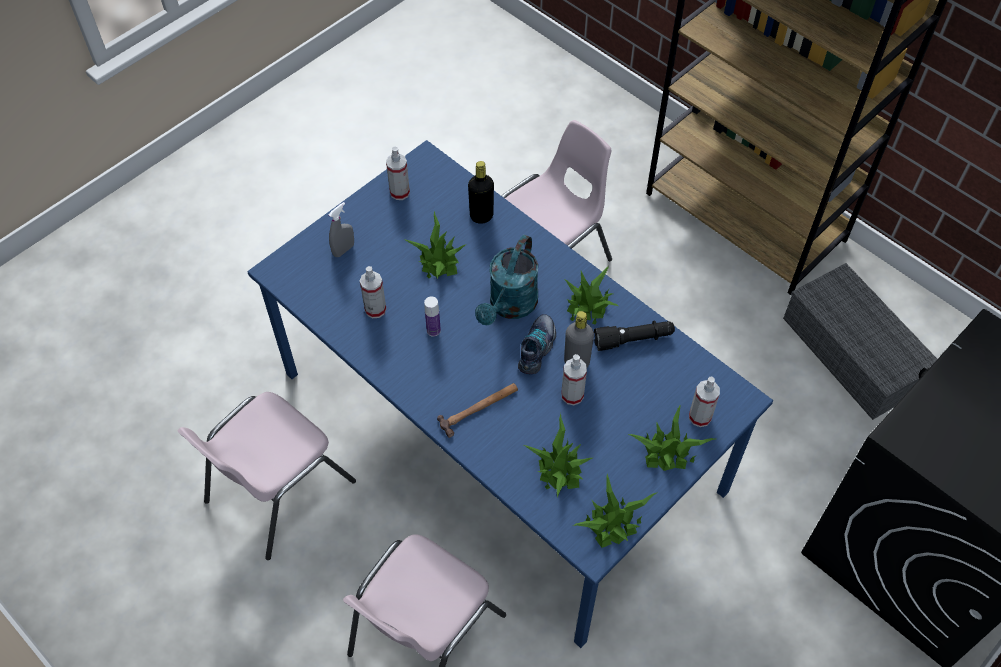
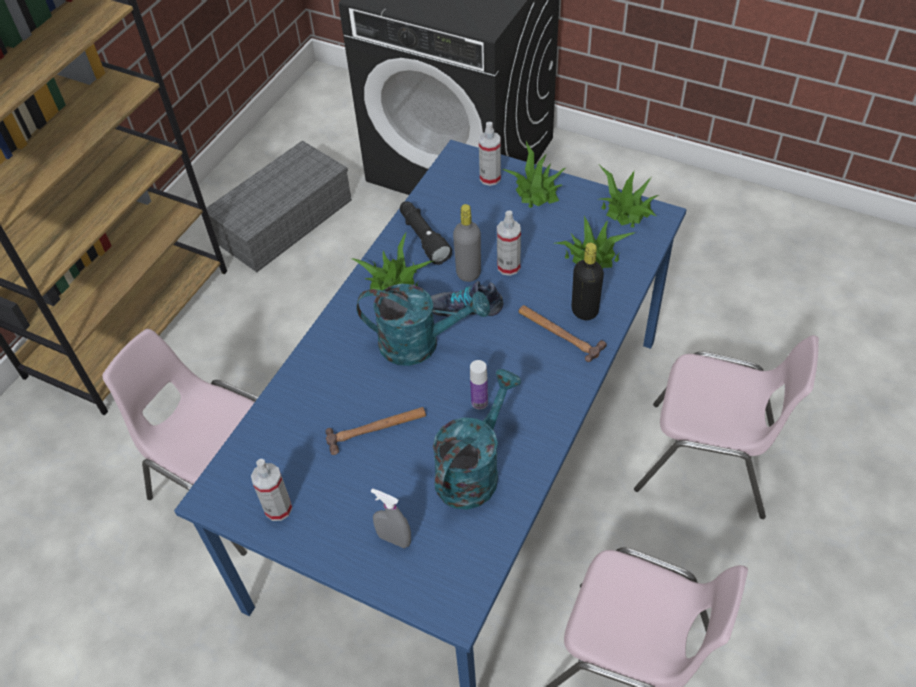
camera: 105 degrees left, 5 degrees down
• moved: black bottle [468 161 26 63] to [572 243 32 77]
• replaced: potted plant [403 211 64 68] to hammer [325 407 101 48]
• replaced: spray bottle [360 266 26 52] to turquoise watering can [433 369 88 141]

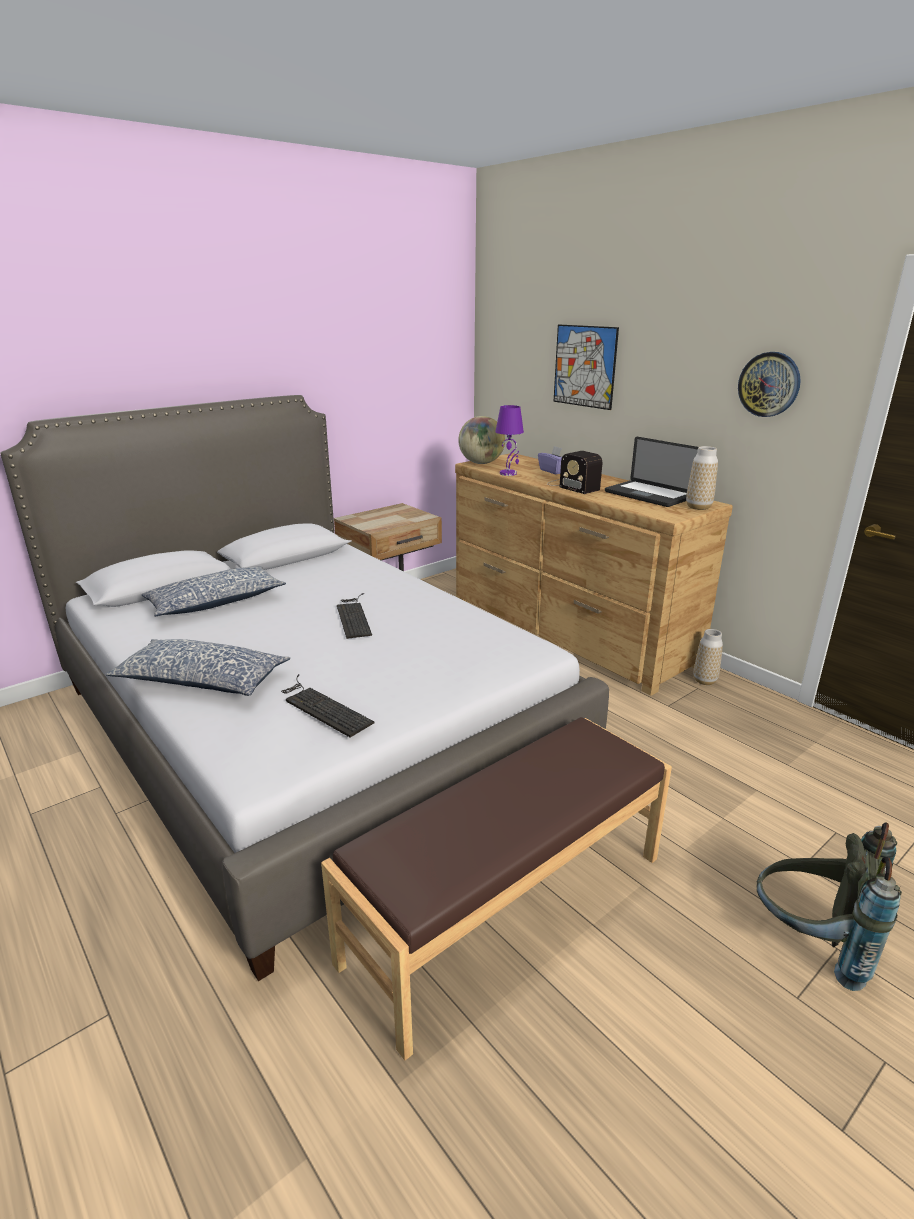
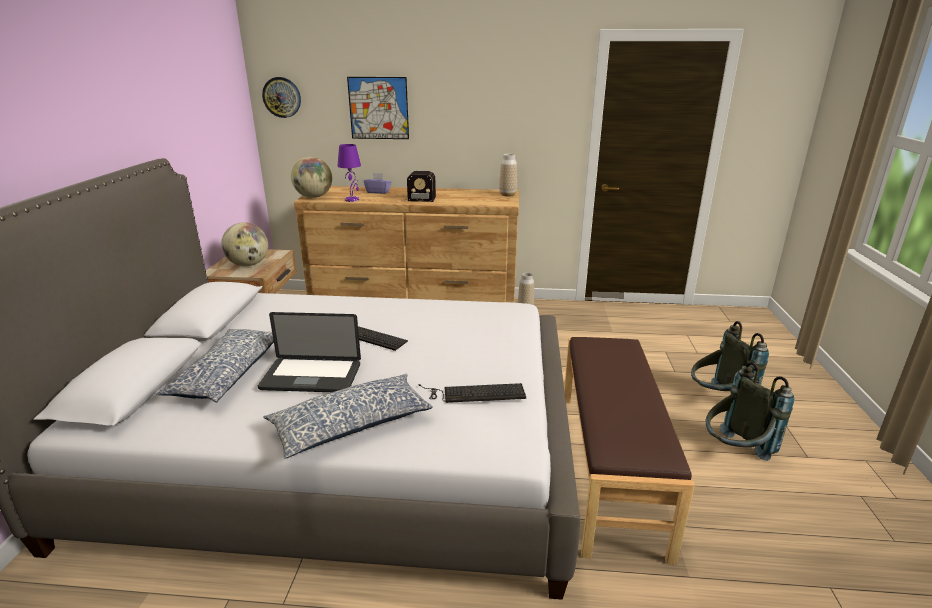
camera: 45 degrees left, 0 degrees up
• moved: wall clock [738 352 63 65] to [262 77 39 41]
• moved: laptop [605 437 93 70] to [258 312 103 80]
• added: globe [221 222 47 44]
• added: grey backpack [706 362 89 99]

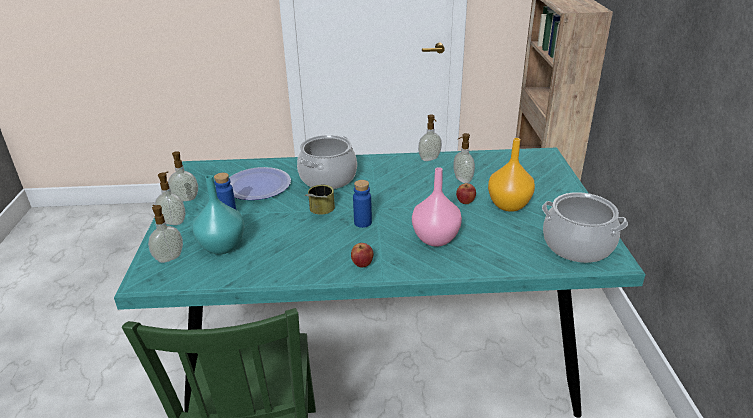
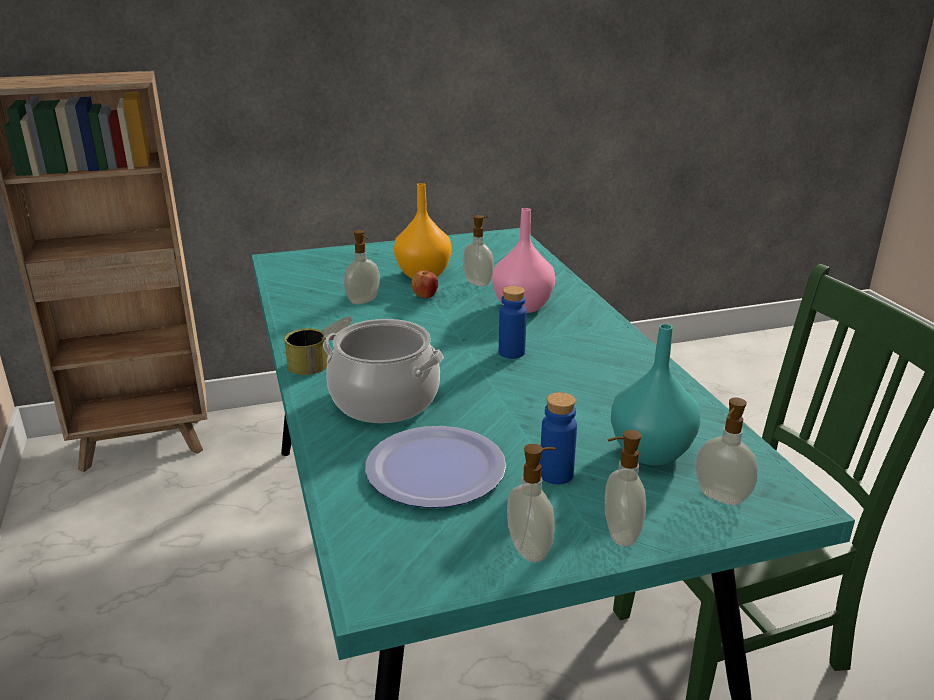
camera: 105 degrees left, 5 degrees down
• moved: soap dispenser [418 115 24 46] to [463 215 31 72]
• moved: can [305 185 30 30] to [284 317 68 58]
• removed: cooking pot [542 192 86 71]
• removed: apple [351 243 22 25]

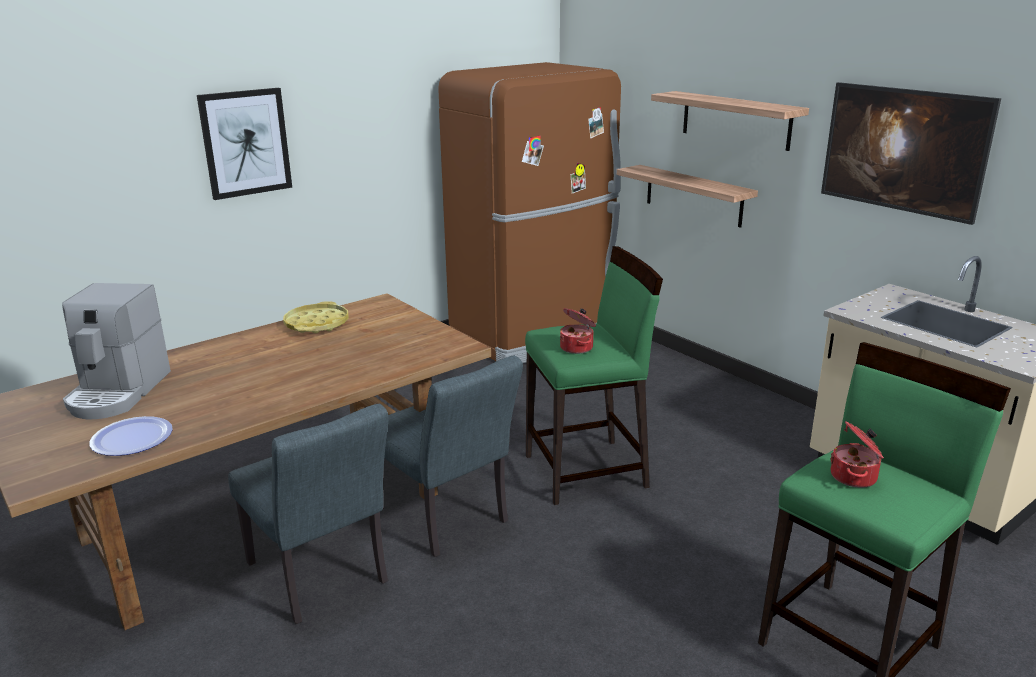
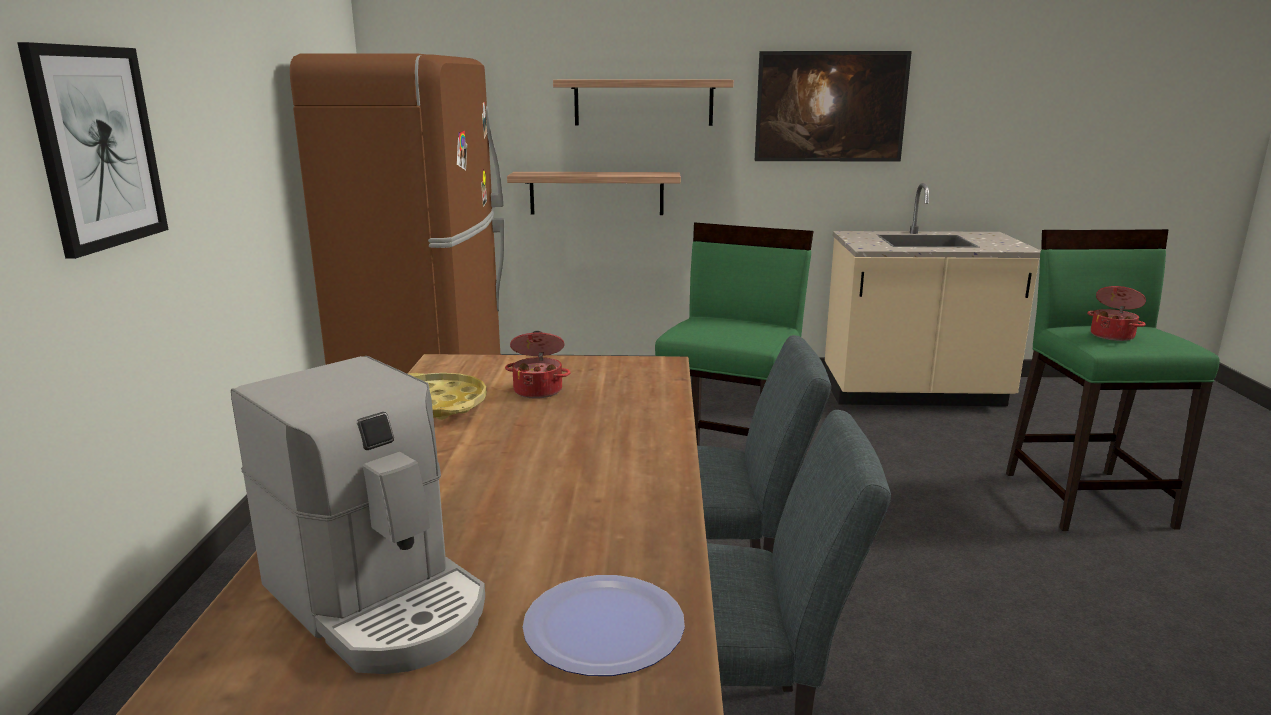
camera: 50 degrees left, 5 degrees down
• moved: cooking pot [560 308 36 46] to [505 331 66 68]

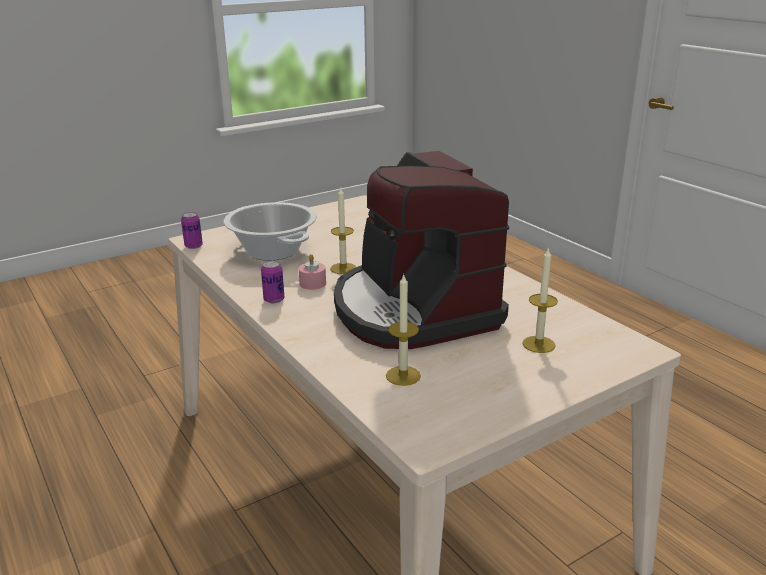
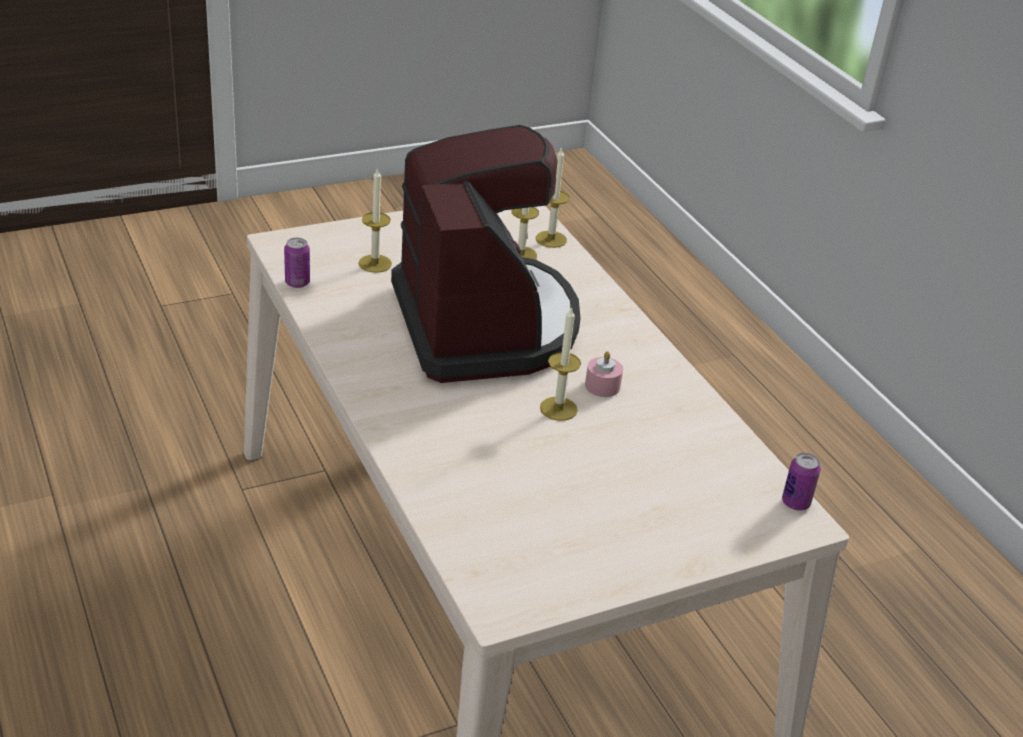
camera: 175 degrees left, 10 degrees up
• removed: cooking pot [223 202 94 59]
• moved: can [261 260 23 43] to [284 238 26 50]
• added: candle [536 147 33 101]

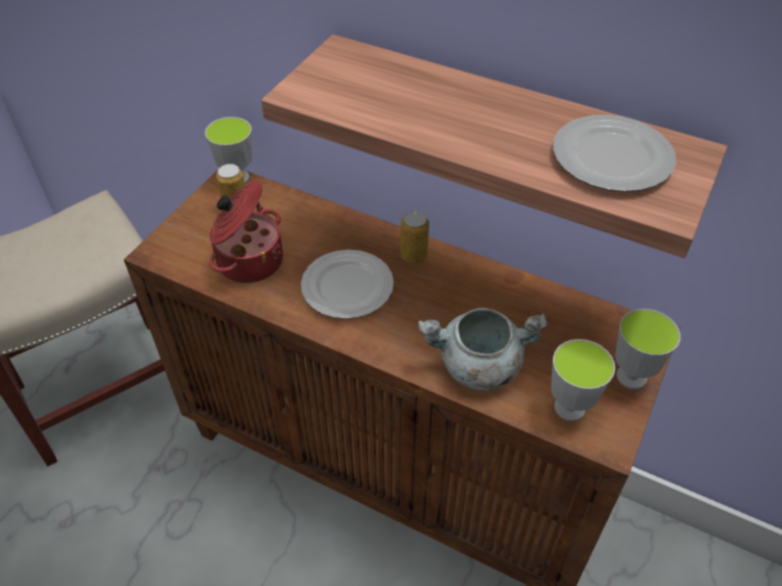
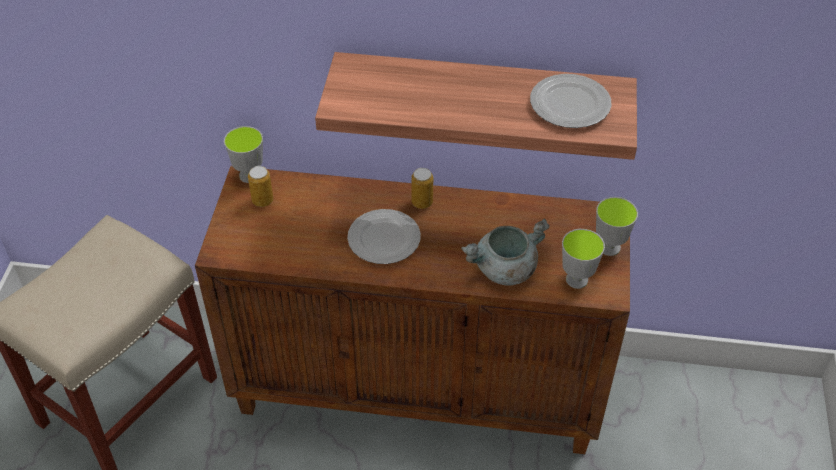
camera: 20 degrees left, 0 degrees up
• removed: cooking pot [209 181 74 102]

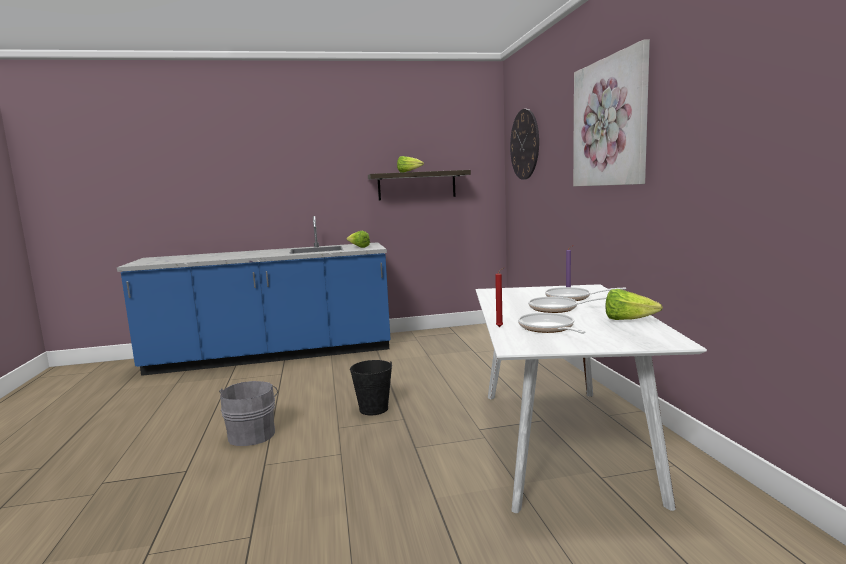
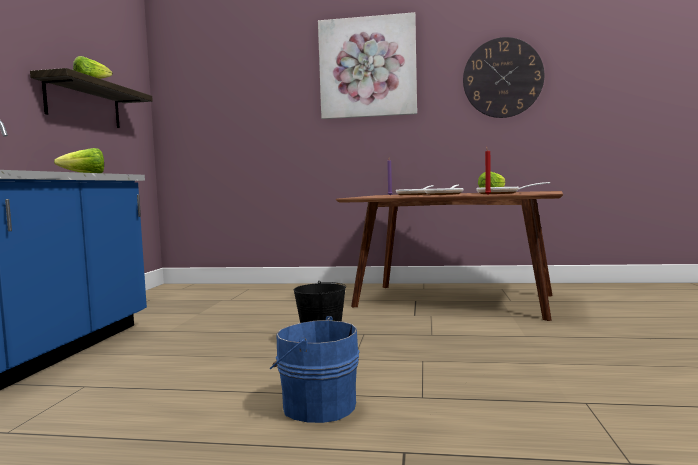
camera: 70 degrees left, 5 degrees down
• moved: wall clock [510 109 29 71] to [463 37 81 81]
• recoloured: white dining table [476 284 231 229] to brown dining table [336 191 227 130]
• recoloured: grey bucket [219 381 59 65] to blue bucket [270 316 89 107]

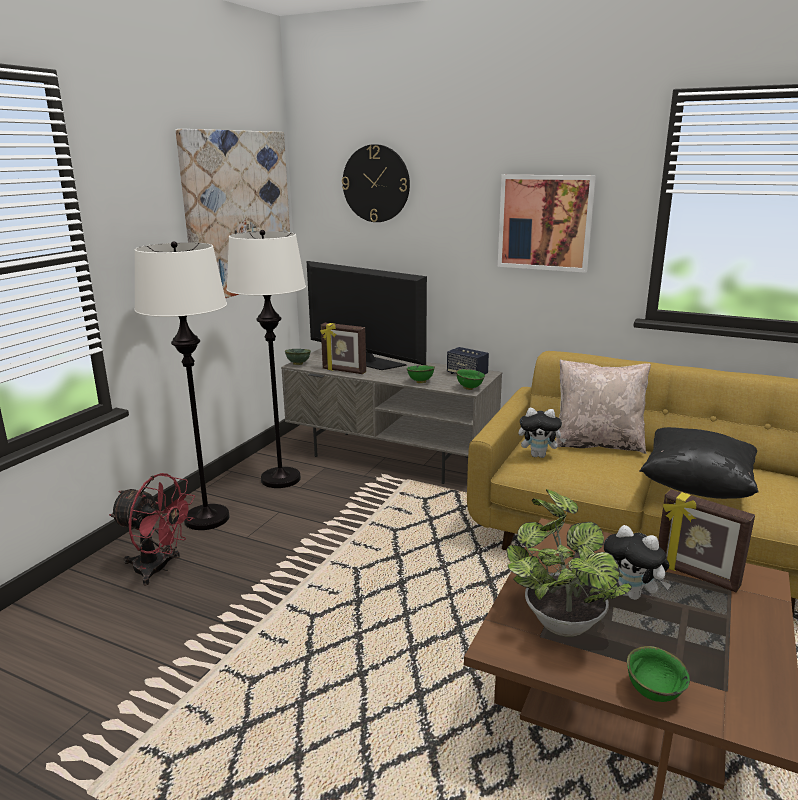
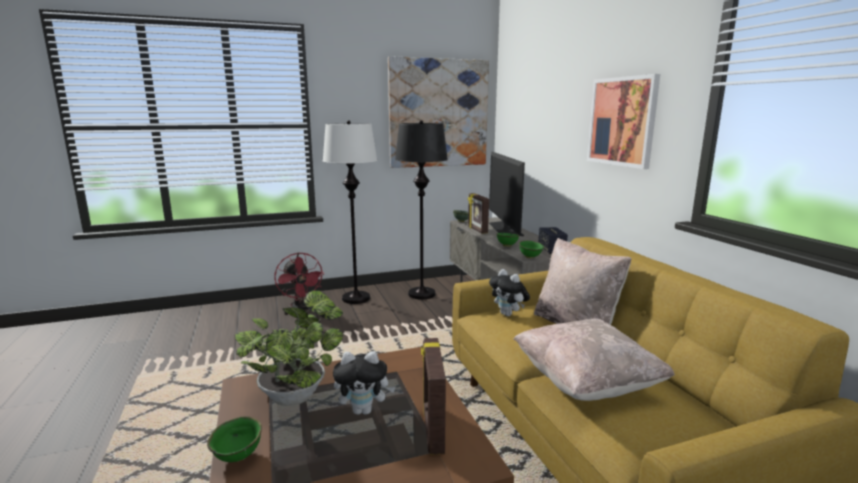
camera: 45 degrees right, 5 degrees down
• removed: wall clock [342 144 68 78]
• recoloured: white floor lamp [226 230 80 258] to black floor lamp [395 120 53 180]
• recoloured: black pillow [639 427 120 72] to beige pillow [514 318 161 83]
• turned: plush toy [604 525 67 75] = [333 351 63 64] 90 degrees counterclockwise

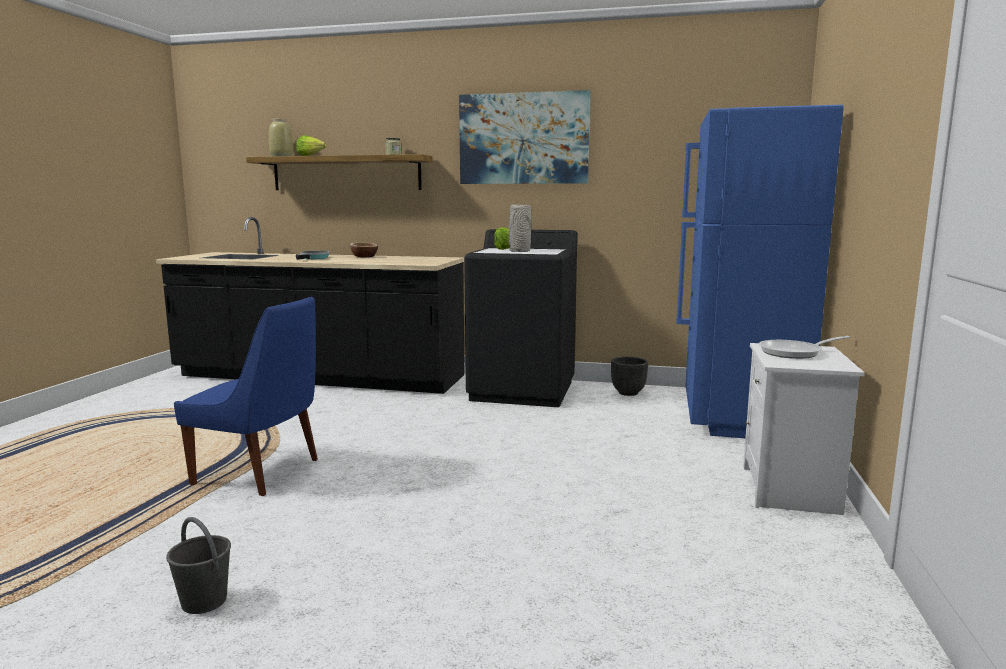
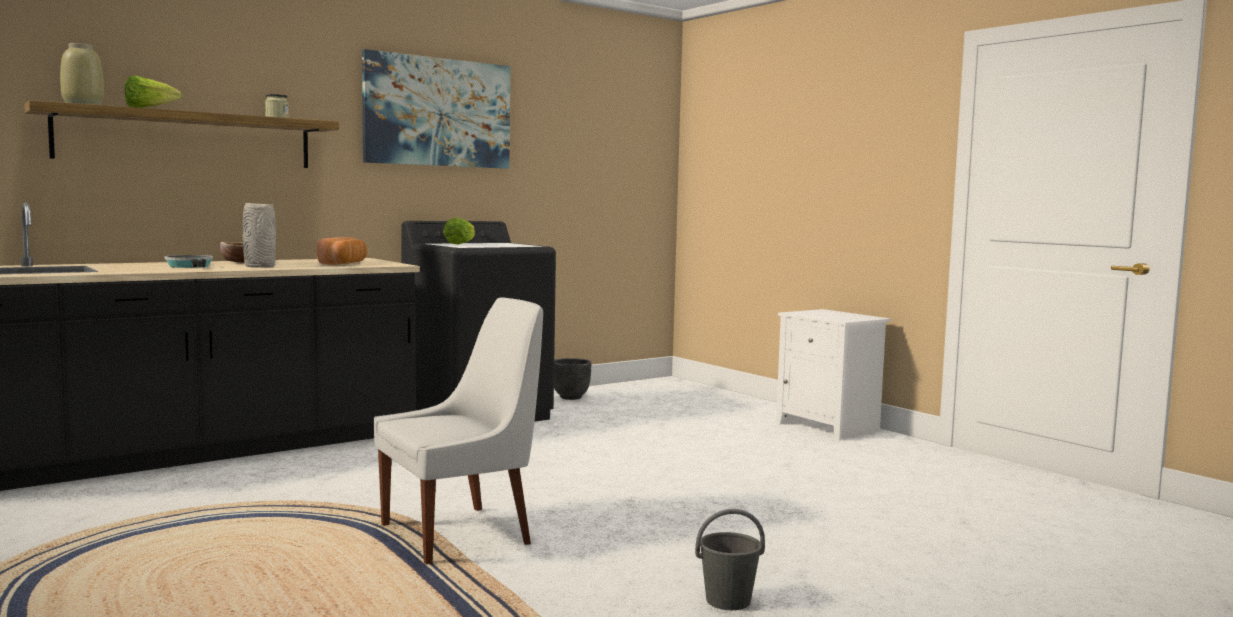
camera: 50 degrees left, 5 degrees down
• removed: blue fridge [676 105 167 333]
• moved: grey vase [509 204 23 48] to [243 203 33 65]
• recoloured: blue chair [174 297 144 199] to white chair [374 297 169 267]
• removed: frying pan [759 336 91 23]
• added: bread [317 237 50 28]

